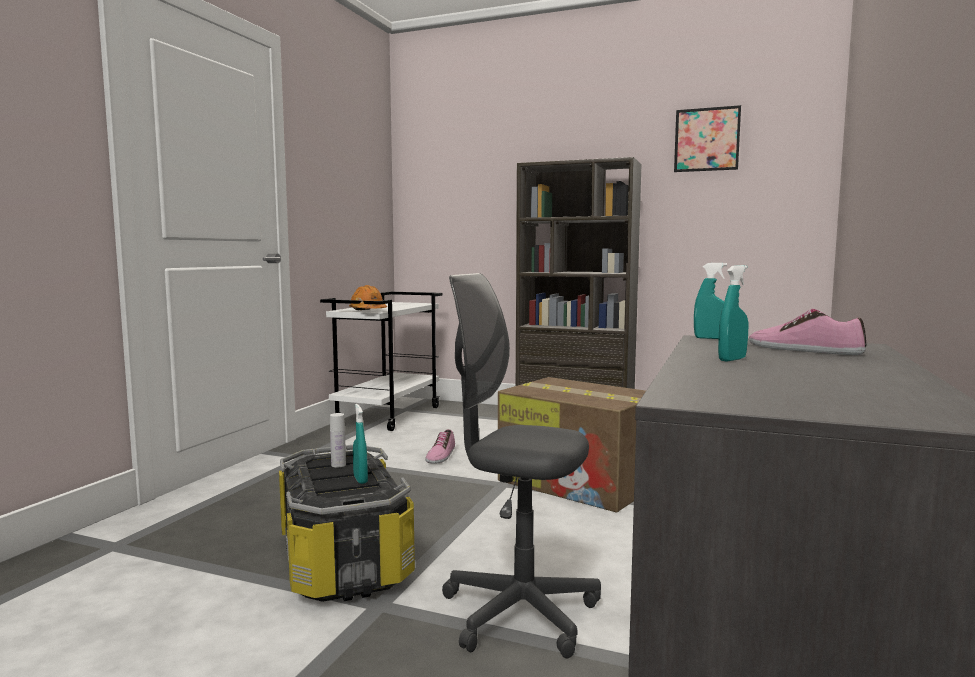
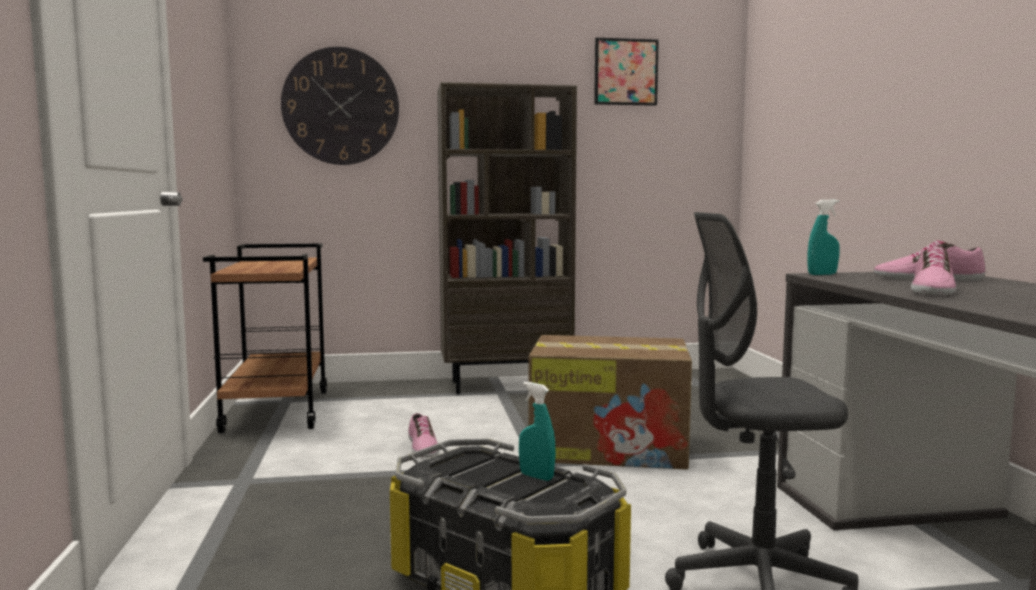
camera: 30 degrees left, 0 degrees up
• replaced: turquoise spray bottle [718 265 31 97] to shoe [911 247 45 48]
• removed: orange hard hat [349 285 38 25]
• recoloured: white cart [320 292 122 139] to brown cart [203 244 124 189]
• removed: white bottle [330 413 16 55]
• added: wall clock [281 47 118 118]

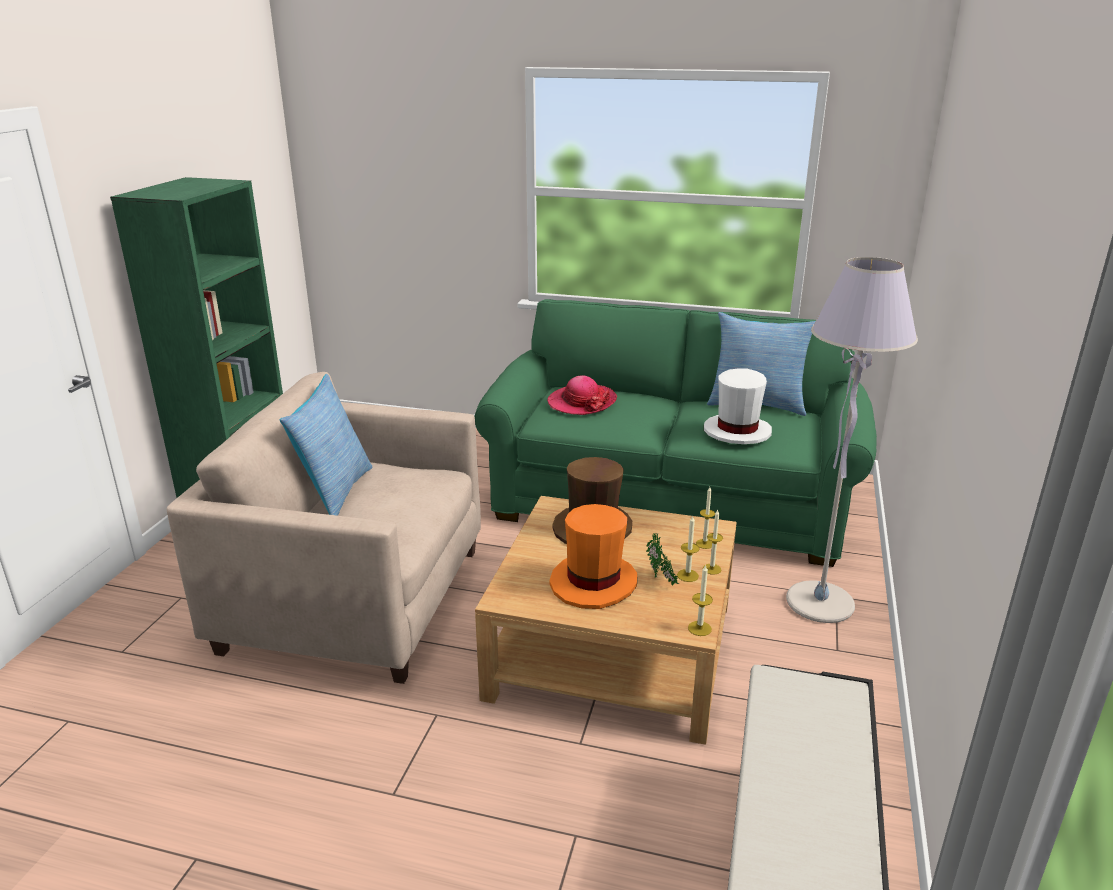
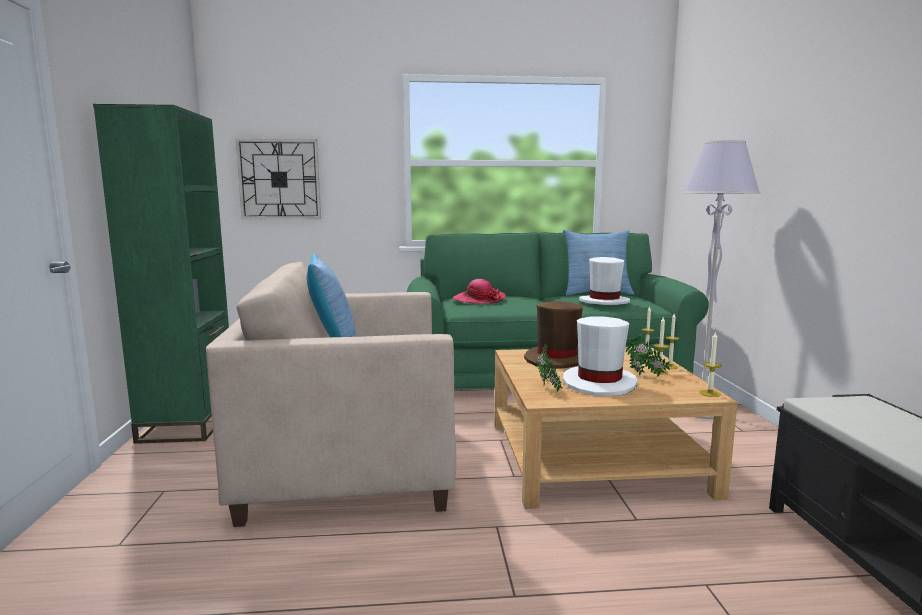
camera: 20 degrees left, 15 degrees down
• recoloured: orange hat [549 504 88 105] to white hat [563 316 75 80]
• added: wall clock [236 139 85 80]
• added: potted plant [536 345 27 47]

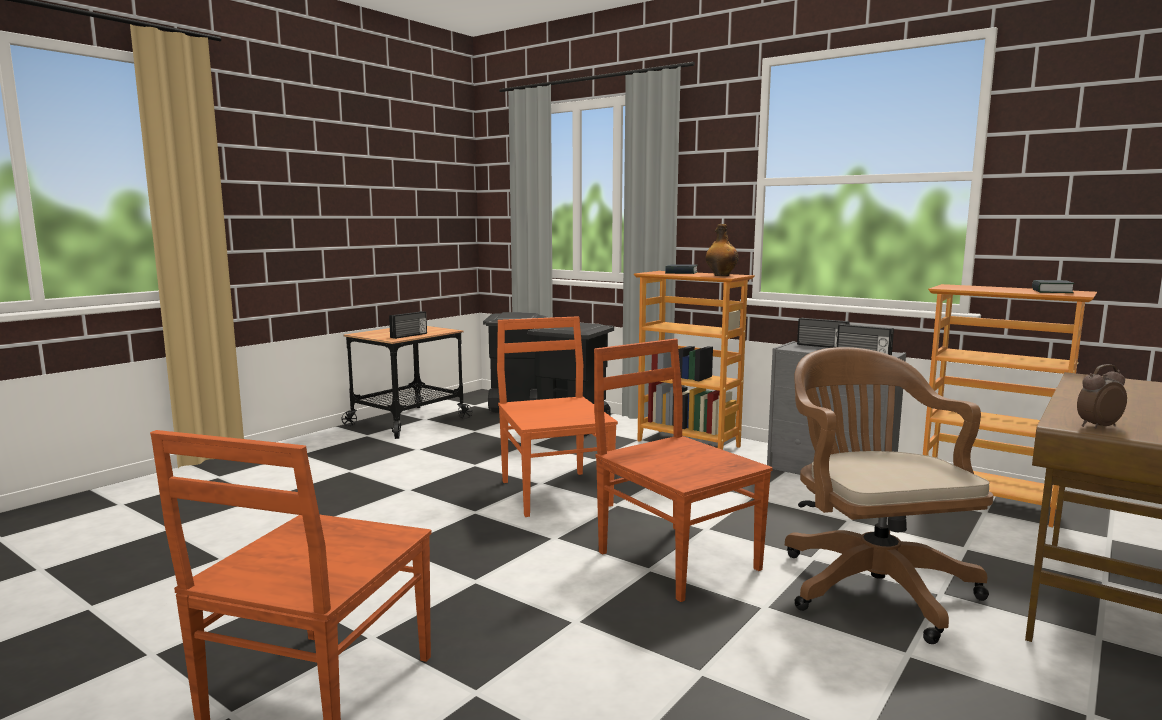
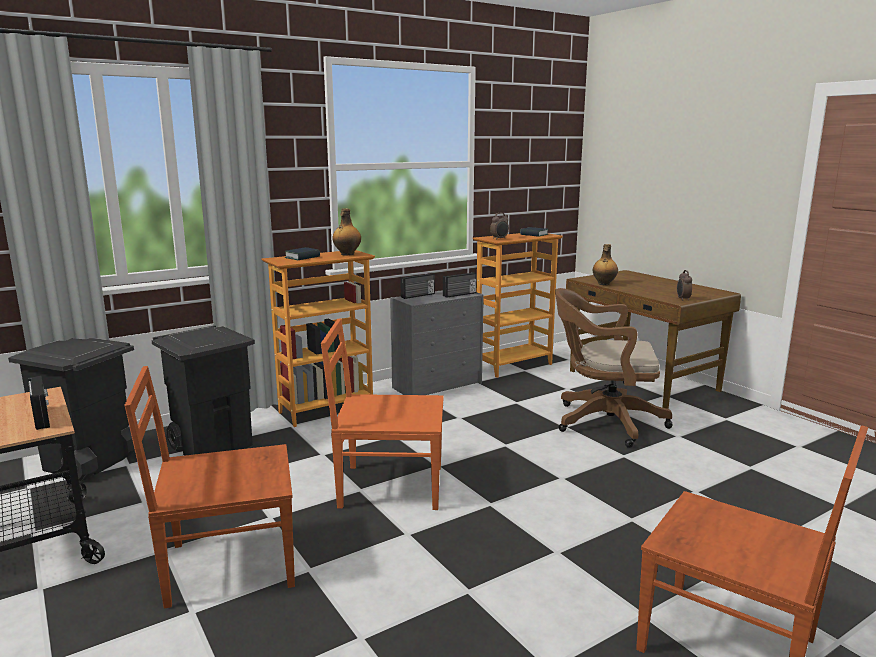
camera: 70 degrees left, 5 degrees up
• moved: brown chair [594 339 179 263] to [124 366 171 243]
• added: alarm clock [490 213 19 27]
• added: bottle [593 244 25 41]

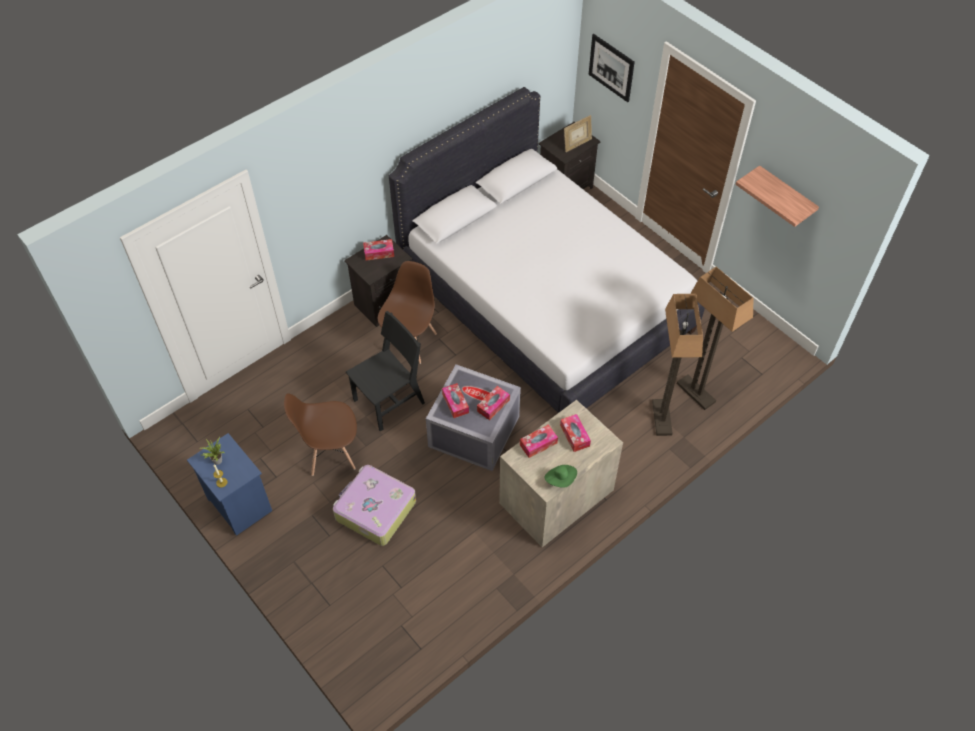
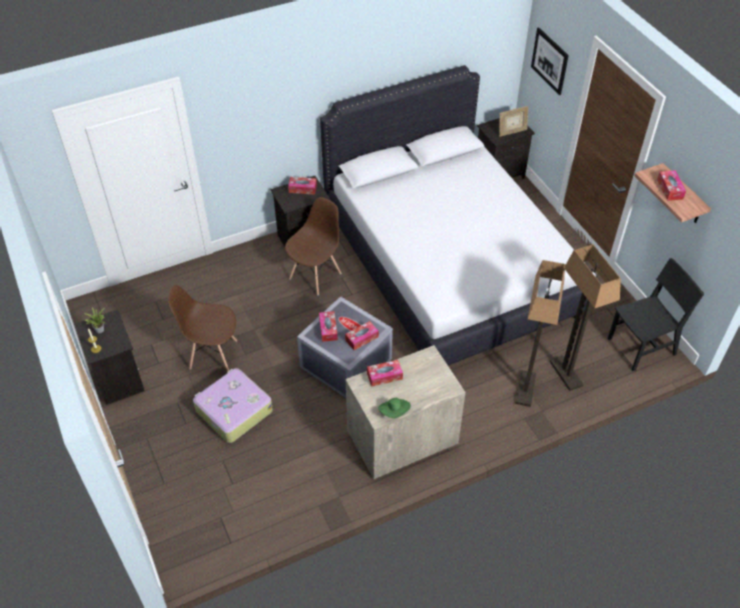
camera: 15 degrees right, 5 degrees down
• moved: black chair [346 311 79 121] to [608 258 96 113]
• moved: tissue box [560 414 31 38] to [657 170 29 31]
• recoloured: blue nightstand [187 433 85 103] to black nightstand [75 309 70 96]

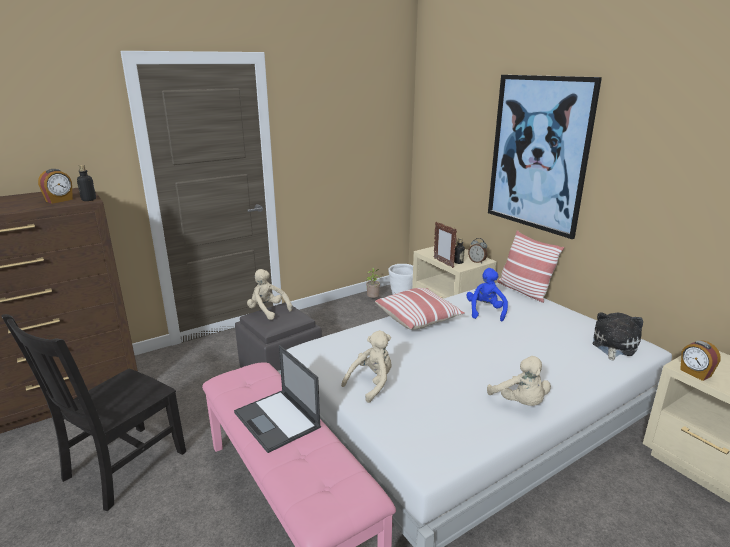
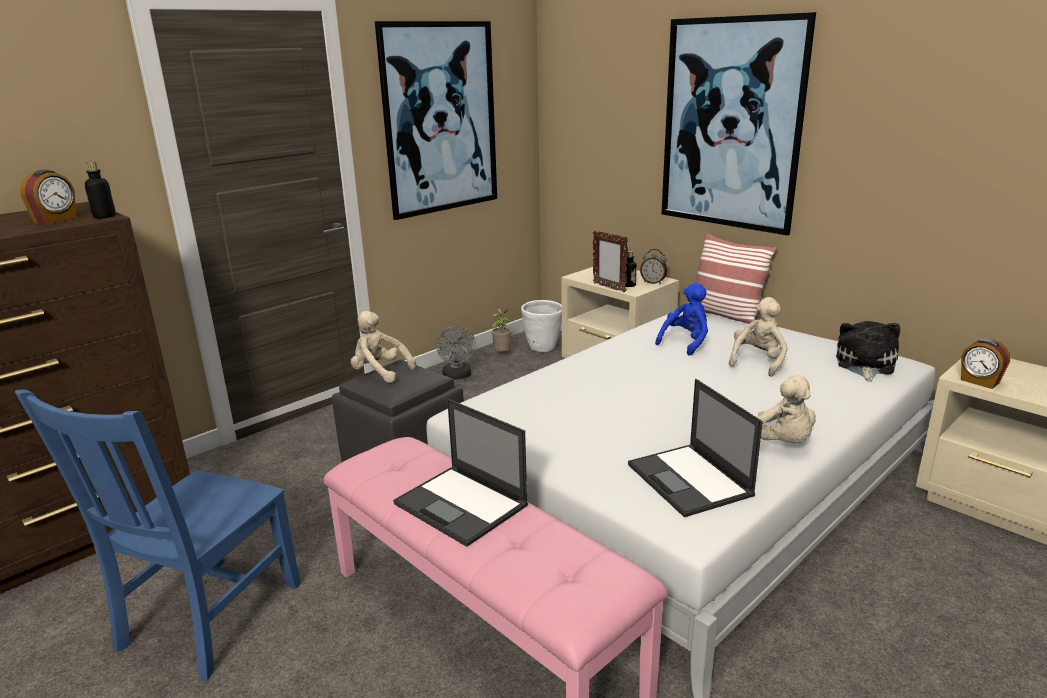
camera: 10 degrees left, 0 degrees up
• turned: blue plush toy [466 268 42 53] = [655 282 53 74] 45 degrees clockwise
• removed: pillow [375 288 90 42]
• recoloured: black chair [1 314 185 197] to blue chair [15 389 286 292]
• moved: beige plush toy [341 330 51 73] to [729 297 58 80]
• added: picture [375 21 122 199]
• added: grey fan [436 326 40 54]
• added: laptop [628 379 135 138]

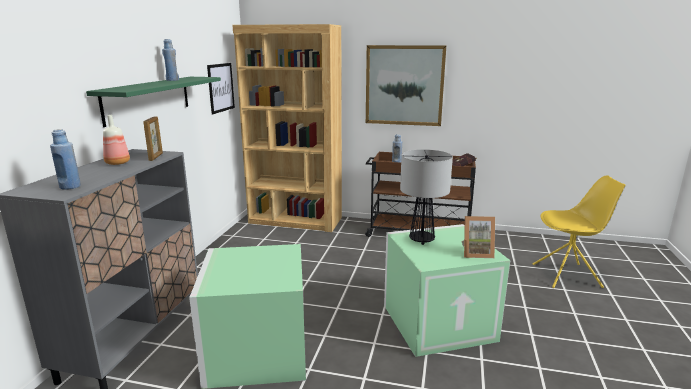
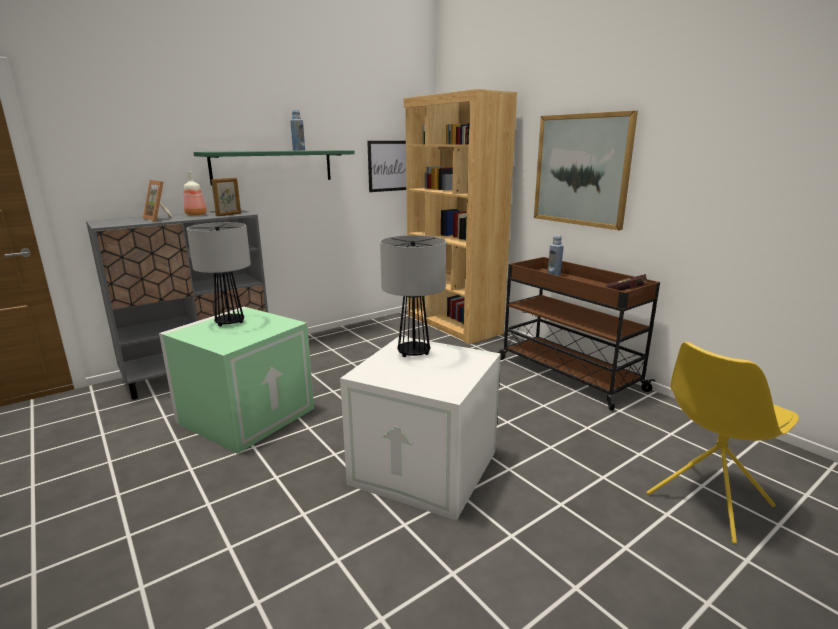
camera: 40 degrees right, 0 degrees up
• removed: blue bottle [50 129 31 61]
• turned: yellow chair [533 175 92 113] = [647 342 152 202] 105 degrees clockwise
• moved: picture frame [462 216 33 42] to [143 180 30 41]
• recoloured: green storage box [384 224 126 133] to white storage box [340 336 161 185]
• added: table lamp [187 222 64 105]

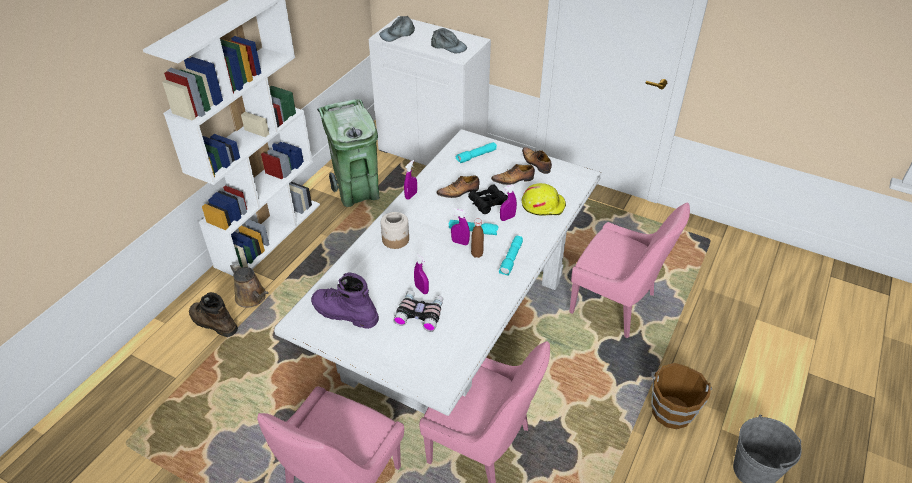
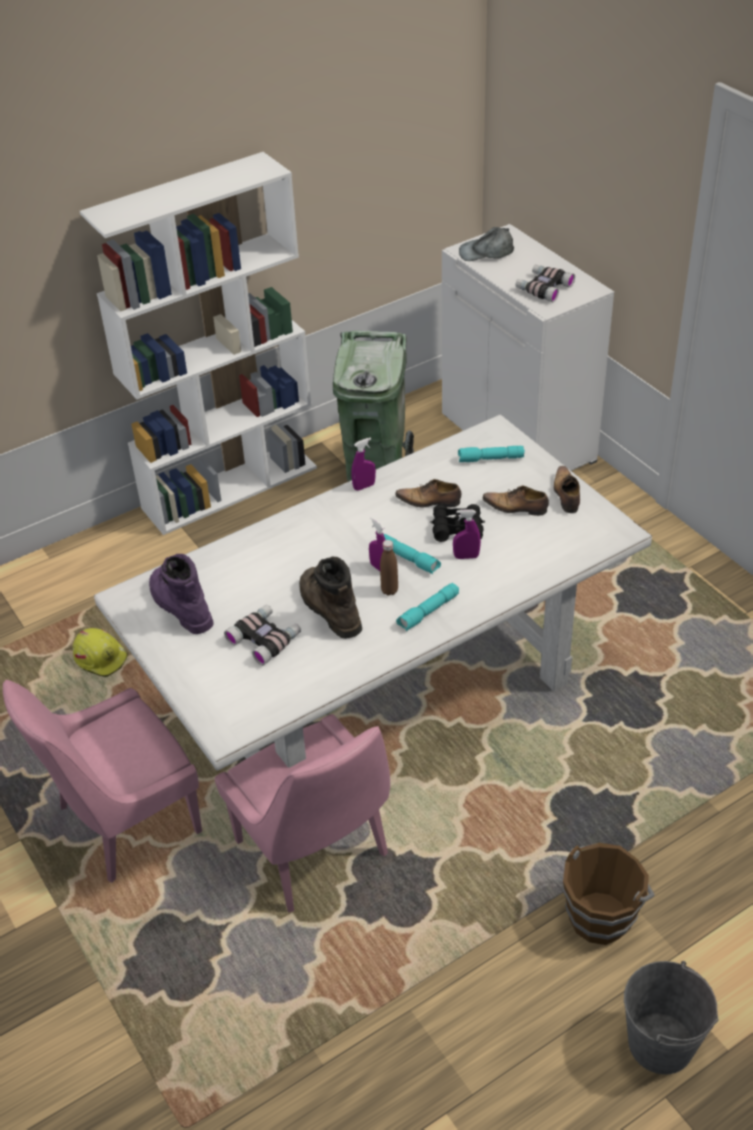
camera: 30 degrees right, 0 degrees up
• replaced: grey cap [431 28 36 26] to binoculars [515 265 60 37]
• moved: yellow hard hat [522 183 44 33] to [73 628 55 49]
• removed: pink chair [569 203 121 135]
• removed: jar [381 212 28 37]
• removed: purple spray bottle [414 254 15 40]
• removed: brown watering can [230 263 38 45]
• moved: brown boot [189 292 49 45] to [299 556 63 83]

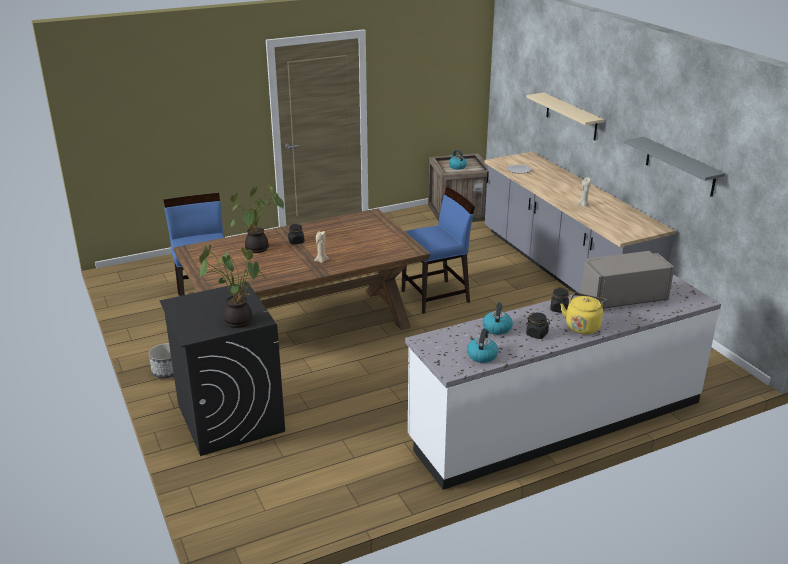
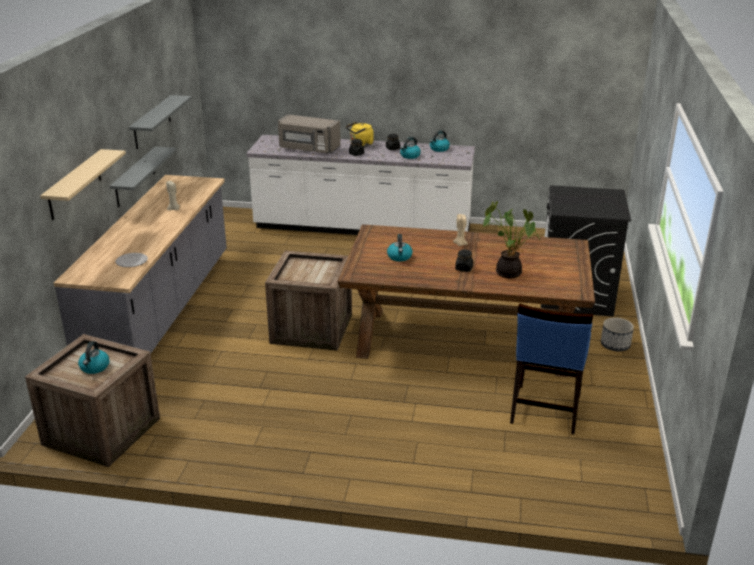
camera: 145 degrees left, 0 degrees up
• replaced: blue chair [402 187 73 127] to crate [265 251 87 100]
• removed: potted plant [199 245 67 83]
• added: grey shelf [110 147 67 60]
• added: kettle [387 234 26 27]

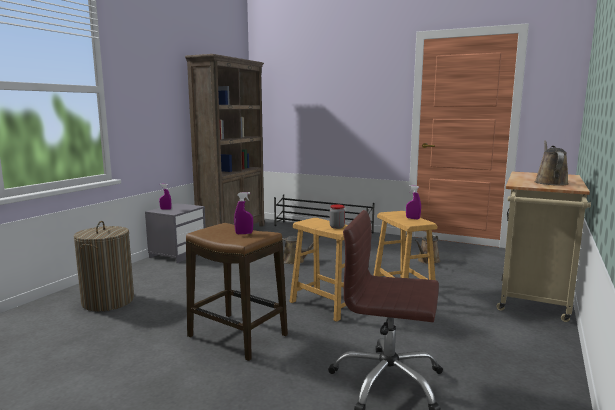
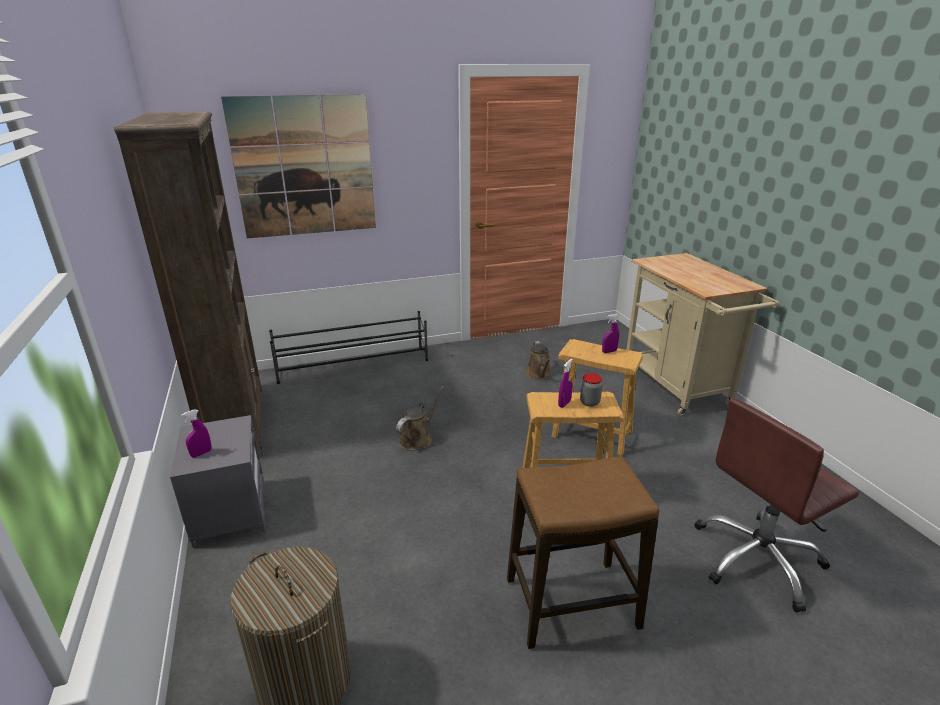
camera: 45 degrees left, 15 degrees up
• removed: brown watering can [534 141 34 45]
• moved: purple spray bottle [234 192 19 42] to [558 359 15 49]
• added: picture [221 94 155 144]

